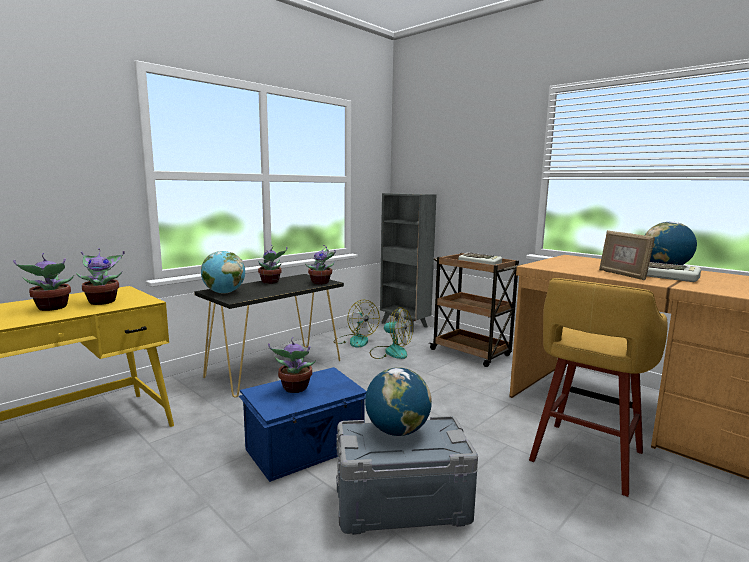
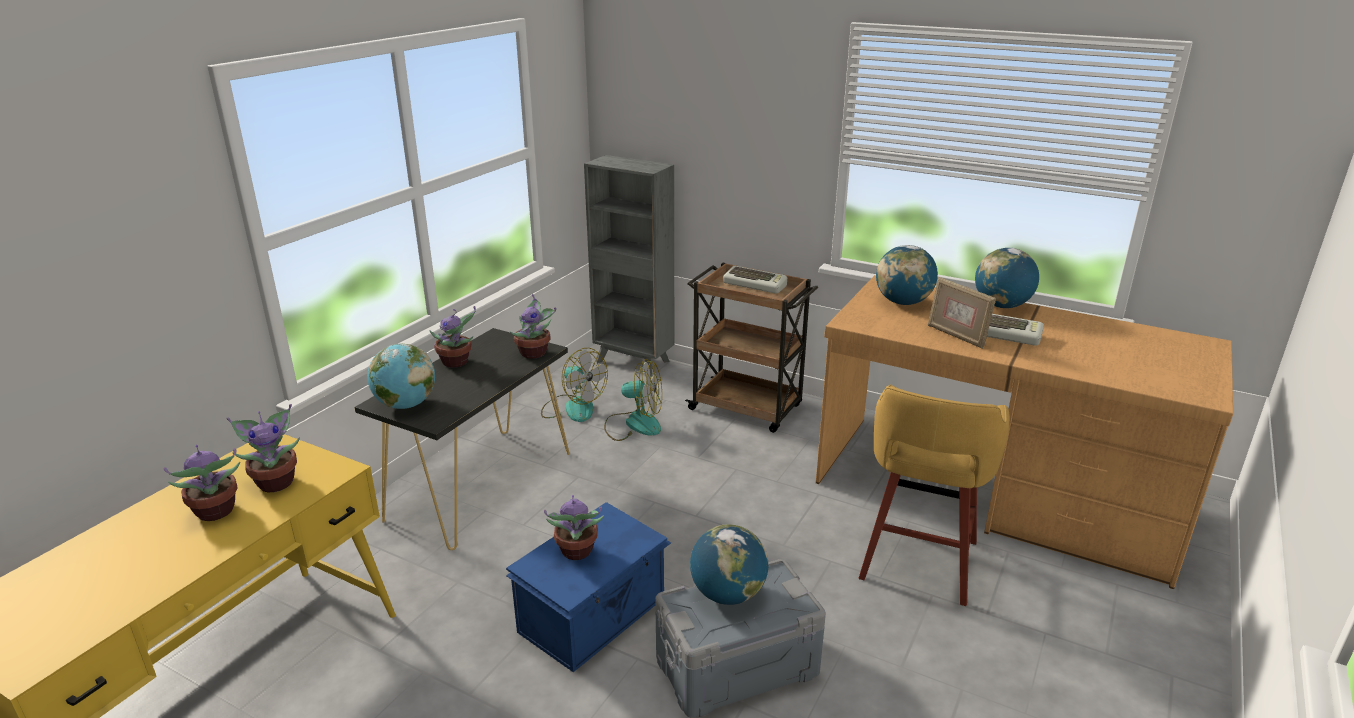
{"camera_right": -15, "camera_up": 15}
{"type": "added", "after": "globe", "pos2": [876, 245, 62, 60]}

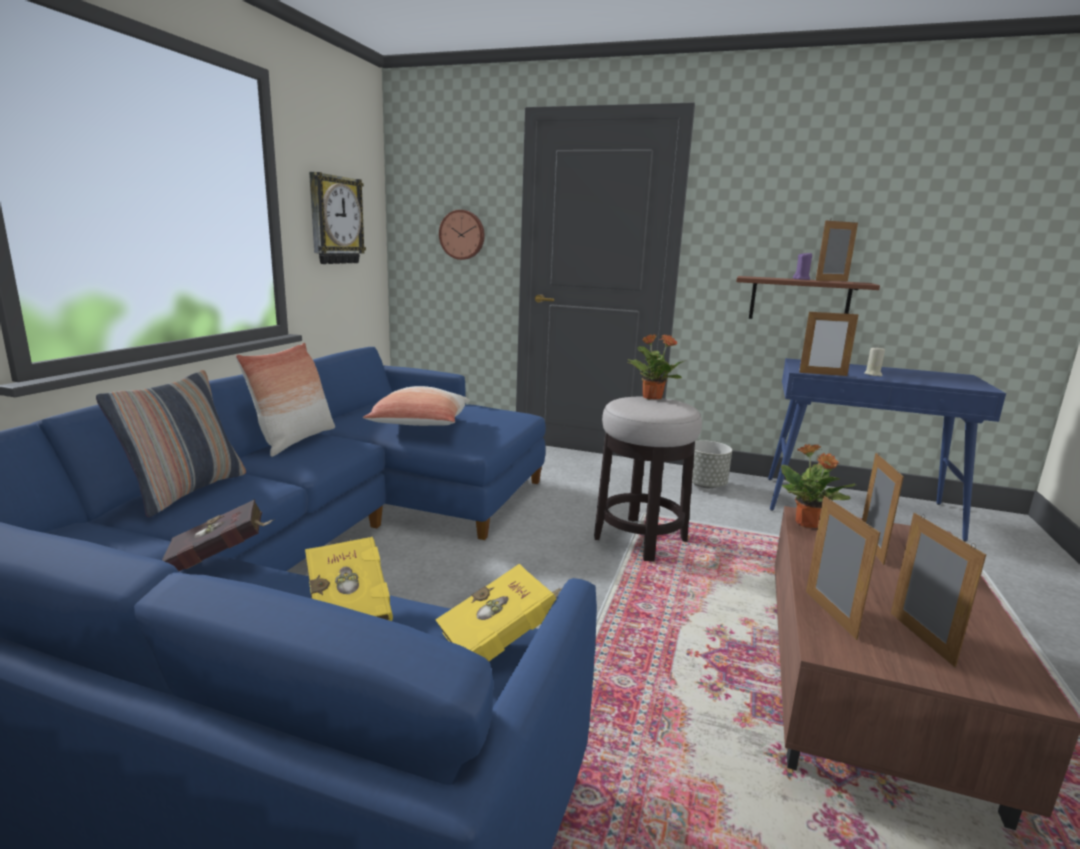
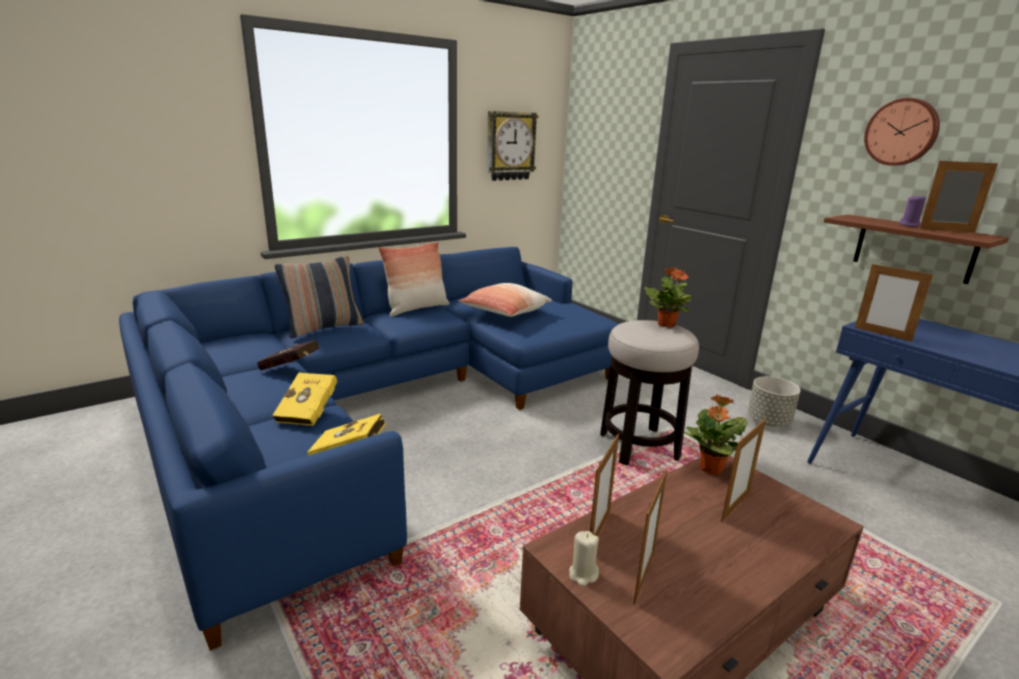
{"camera_right": 35, "camera_up": 5}
{"type": "moved", "before": "beige candle", "pos1": [864, 346, 21, 30], "pos2": [569, 531, 30, 56]}
{"type": "moved", "before": "wall clock", "pos1": [439, 210, 46, 50], "pos2": [864, 98, 76, 68]}

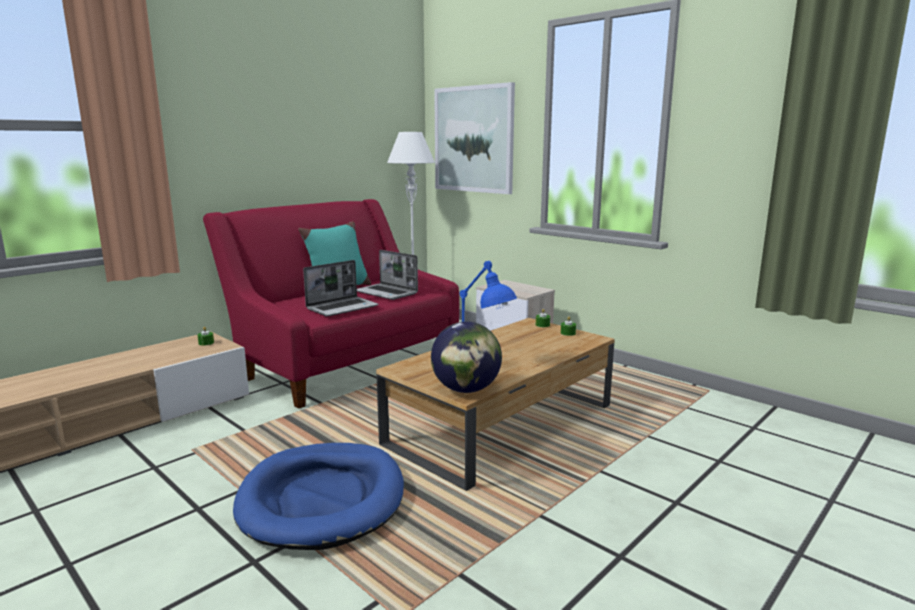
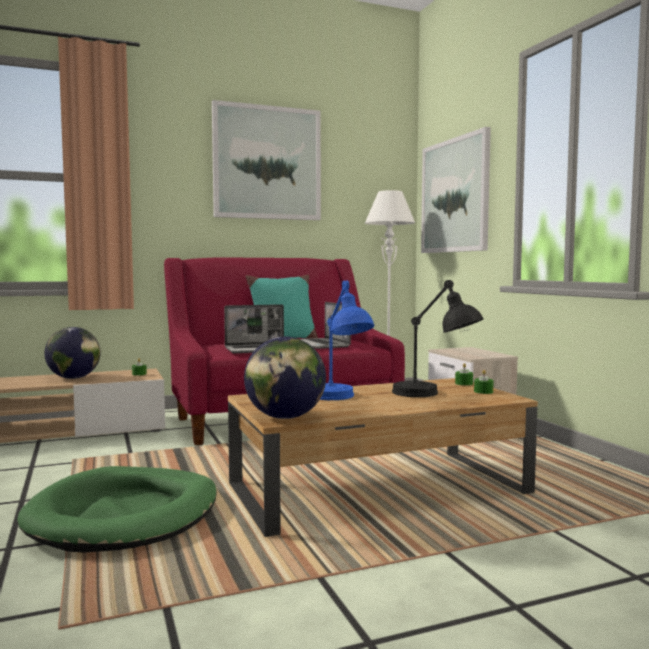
{"camera_right": 25, "camera_up": -10}
{"type": "recoloured", "before": "blue dog bed", "after": "green dog bed", "pos1": [233, 443, 171, 107], "pos2": [17, 466, 200, 87]}
{"type": "added", "after": "globe", "pos2": [44, 327, 57, 52]}
{"type": "added", "after": "picture", "pos2": [212, 100, 109, 120]}
{"type": "added", "after": "black table lamp", "pos2": [392, 280, 92, 117]}

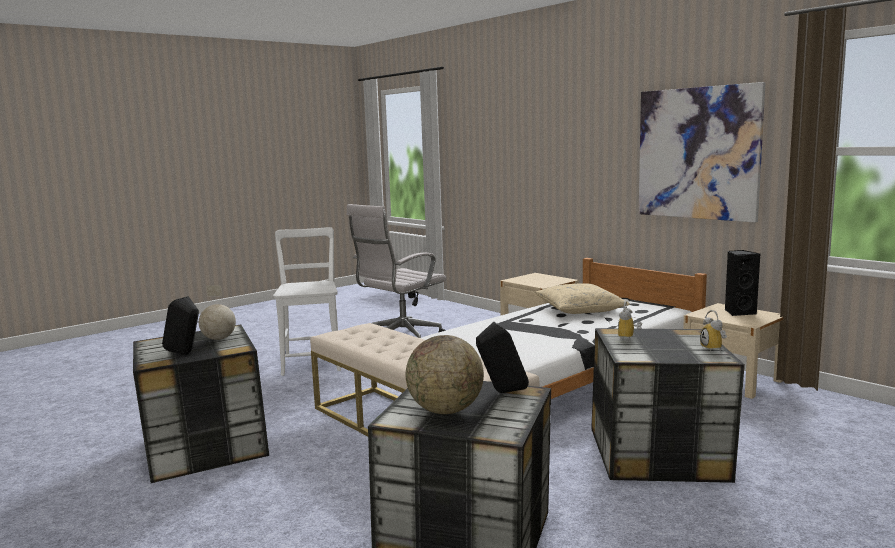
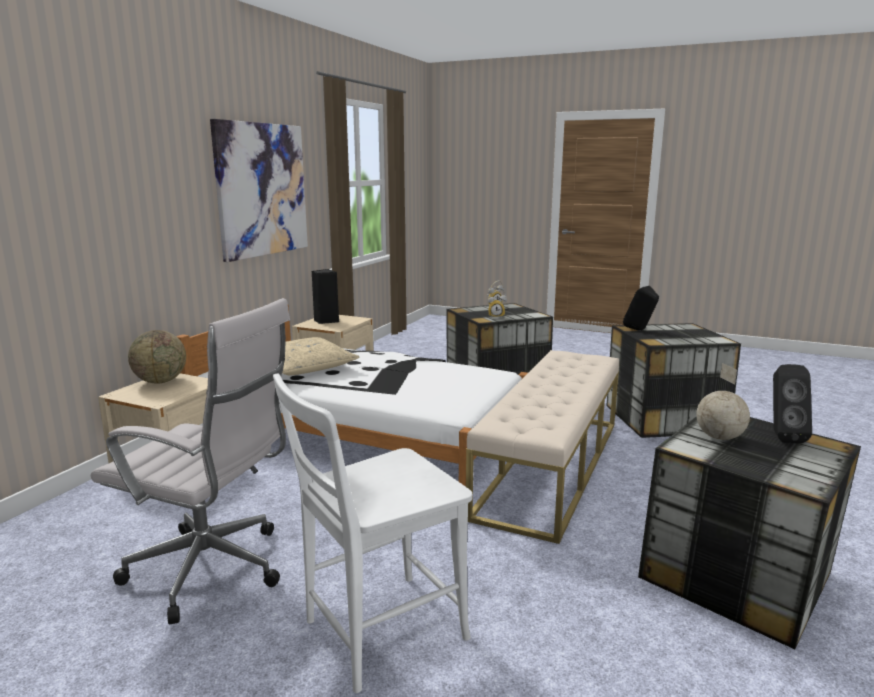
{"camera_right": -115, "camera_up": 5}
{"type": "moved", "before": "globe", "pos1": [406, 335, 78, 79], "pos2": [128, 330, 58, 54]}

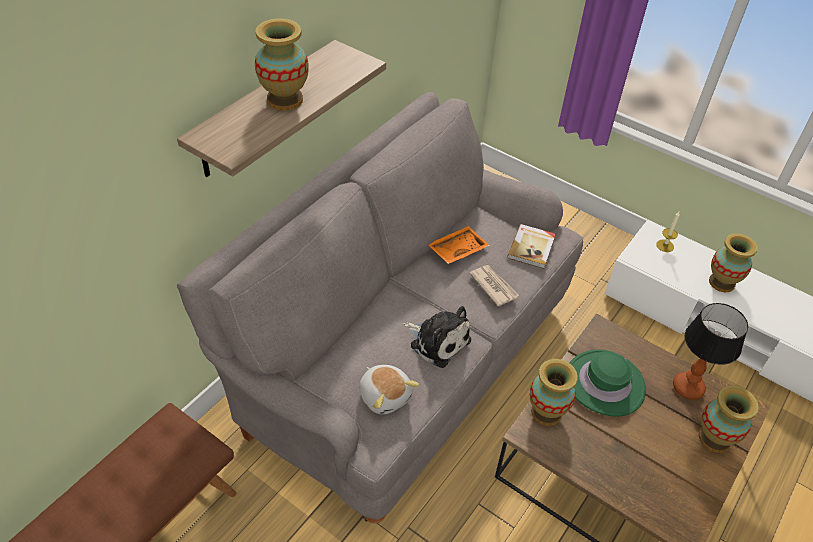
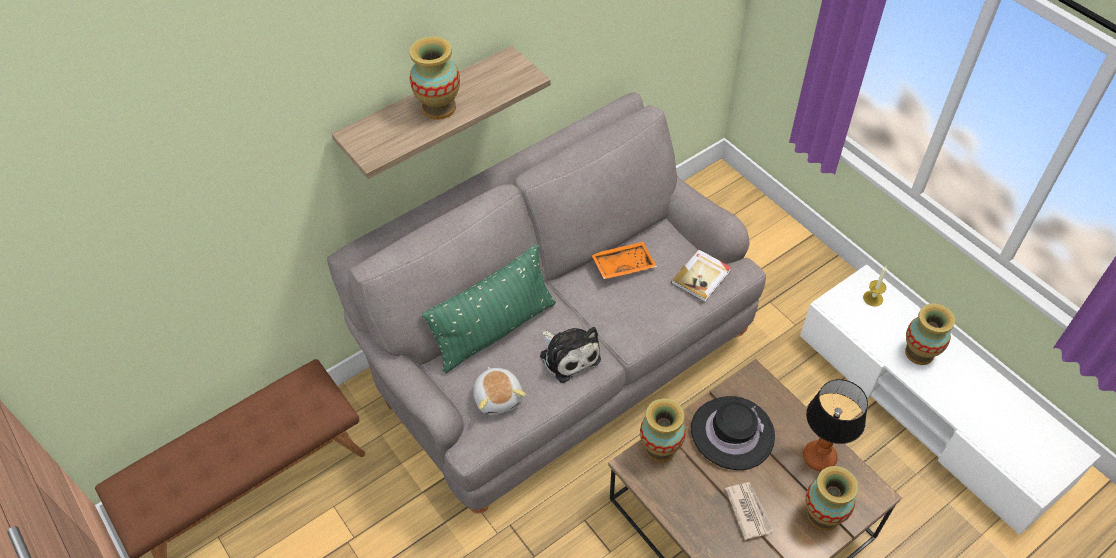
{"camera_right": 20, "camera_up": 5}
{"type": "added", "after": "green pillow", "pos2": [422, 244, 134, 129]}
{"type": "recoloured", "before": "green hat", "after": "black hat", "pos1": [569, 350, 77, 67], "pos2": [691, 396, 84, 74]}
{"type": "moved", "before": "newspaper", "pos1": [470, 265, 49, 42], "pos2": [725, 482, 49, 58]}

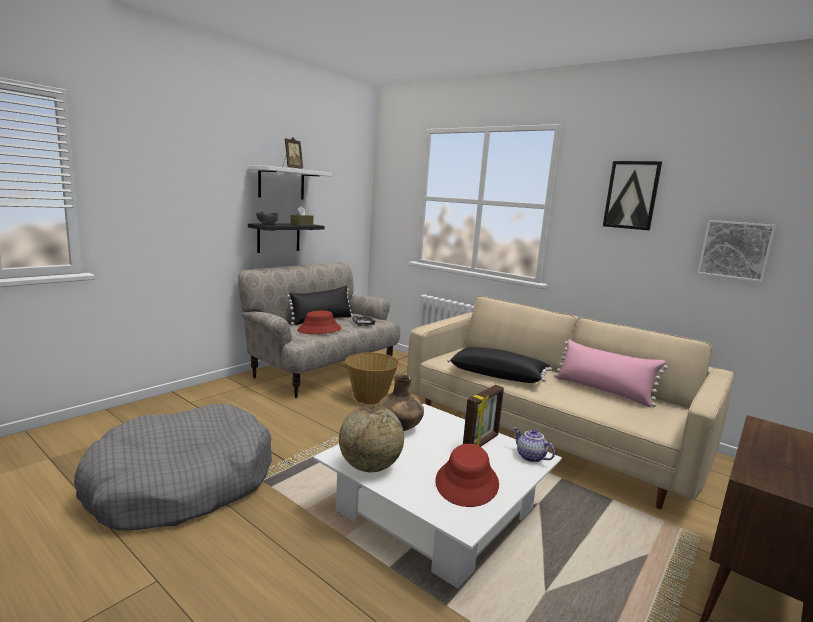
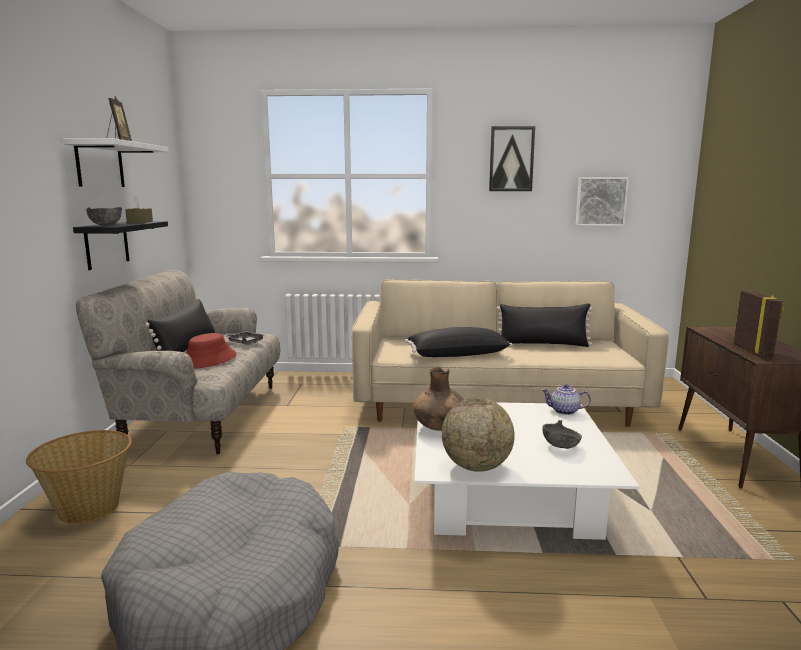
{"camera_right": -35, "camera_up": 0}
{"type": "moved", "before": "basket", "pos1": [345, 353, 54, 51], "pos2": [26, 430, 106, 94]}
{"type": "recoloured", "before": "pink pillow", "after": "black pillow", "pos1": [554, 339, 114, 68], "pos2": [497, 303, 96, 44]}
{"type": "replaced", "before": "red hat", "after": "grey bowl", "pos1": [435, 444, 64, 63], "pos2": [542, 420, 40, 29]}
{"type": "moved", "before": "picture frame", "pos1": [463, 385, 41, 62], "pos2": [733, 290, 51, 69]}

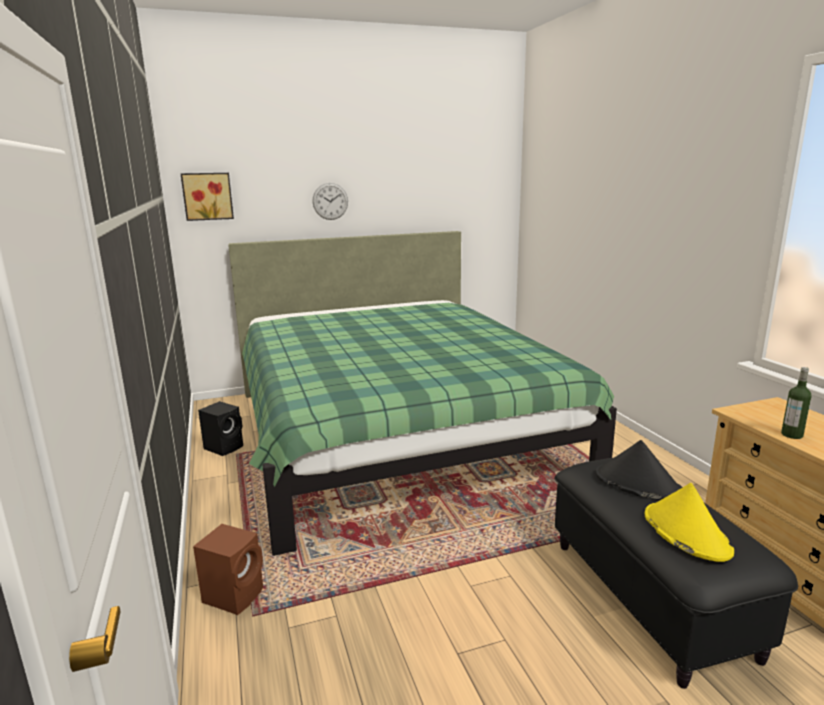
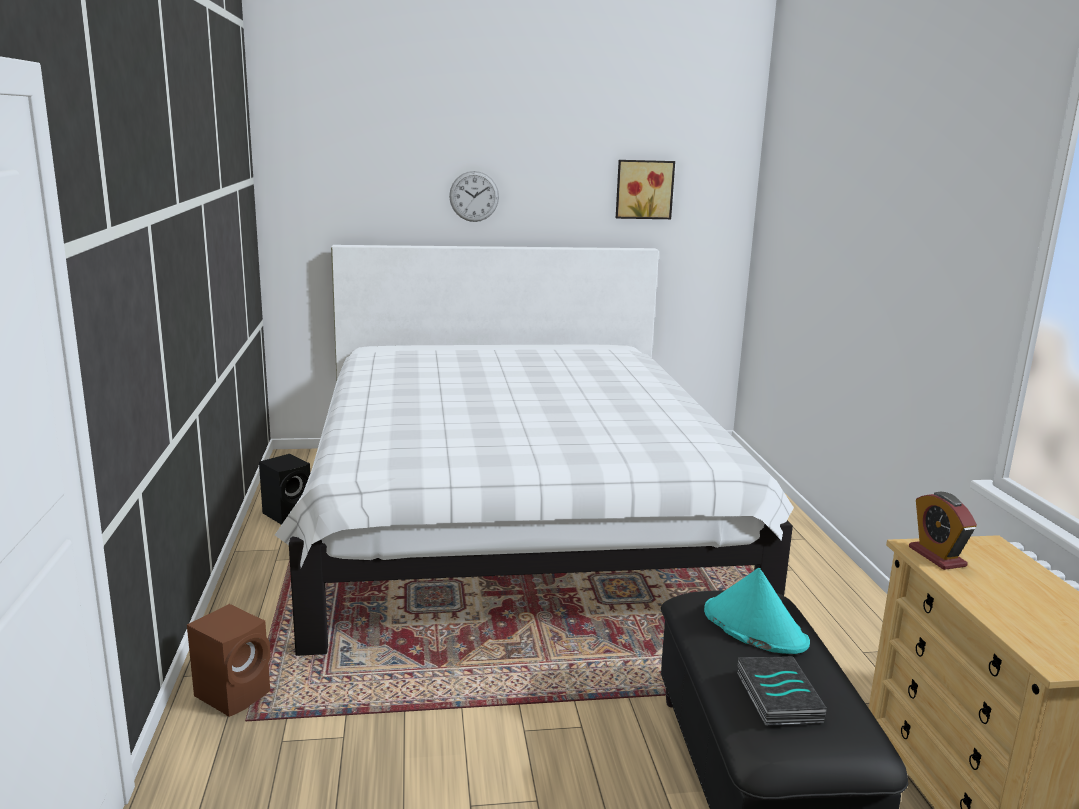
{"camera_right": 10, "camera_up": 0}
{"type": "recoloured", "before": "green bed", "after": "white bed", "pos1": [228, 231, 389, 325], "pos2": [275, 245, 519, 411]}
{"type": "moved", "before": "picture", "pos1": [180, 173, 54, 48], "pos2": [616, 160, 59, 59]}
{"type": "recoloured", "before": "black hat", "after": "turquoise hat", "pos1": [596, 440, 87, 60], "pos2": [704, 568, 106, 86]}
{"type": "replaced", "before": "yellow hat", "after": "book", "pos1": [645, 483, 89, 79], "pos2": [737, 656, 90, 69]}
{"type": "added", "after": "alarm clock", "pos2": [909, 492, 68, 78]}
{"type": "removed", "before": "bottle", "pos1": [781, 367, 31, 72]}

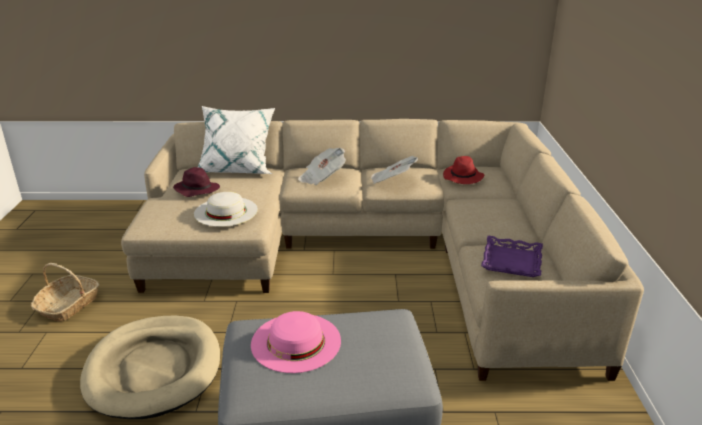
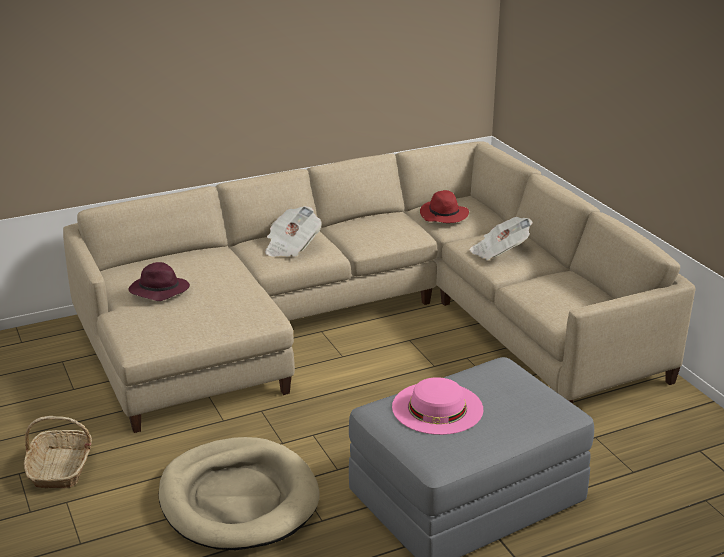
{"camera_right": -25, "camera_up": 0}
{"type": "moved", "before": "newspaper", "pos1": [371, 156, 47, 28], "pos2": [469, 217, 64, 43]}
{"type": "removed", "before": "white hat", "pos1": [194, 192, 64, 35]}
{"type": "removed", "before": "white pillow", "pos1": [198, 106, 77, 68]}
{"type": "removed", "before": "purple tray", "pos1": [481, 236, 62, 41]}

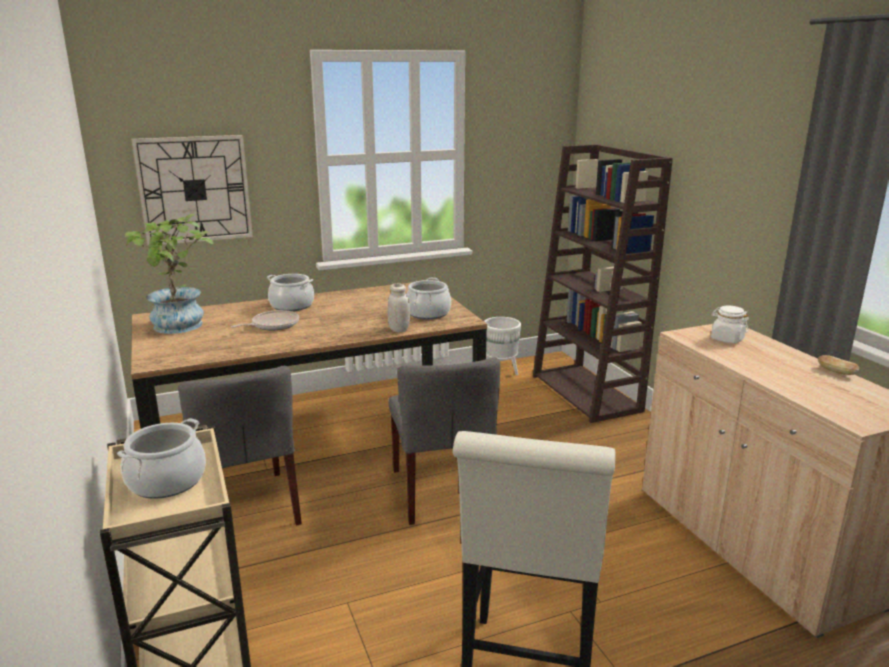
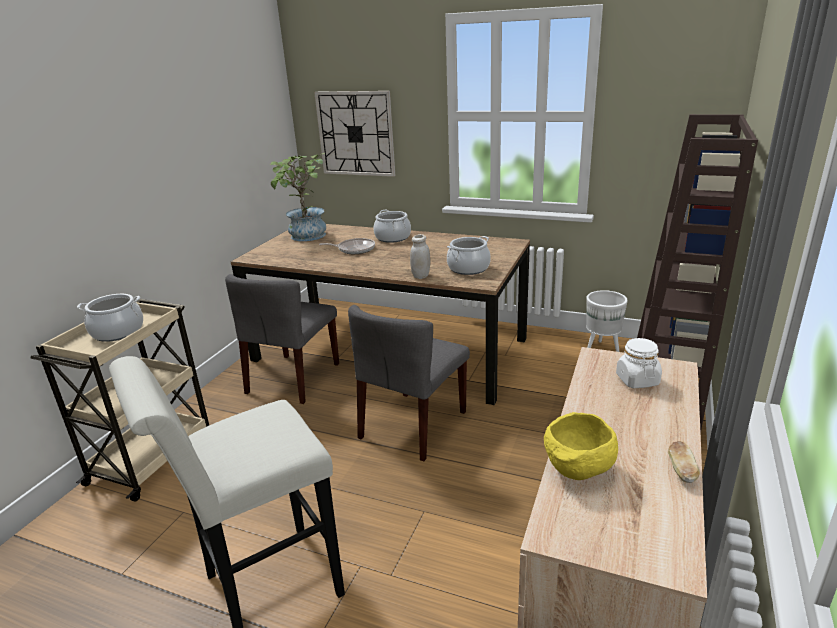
{"camera_right": 45, "camera_up": 5}
{"type": "added", "after": "yellow bowl", "pos2": [544, 412, 74, 68]}

